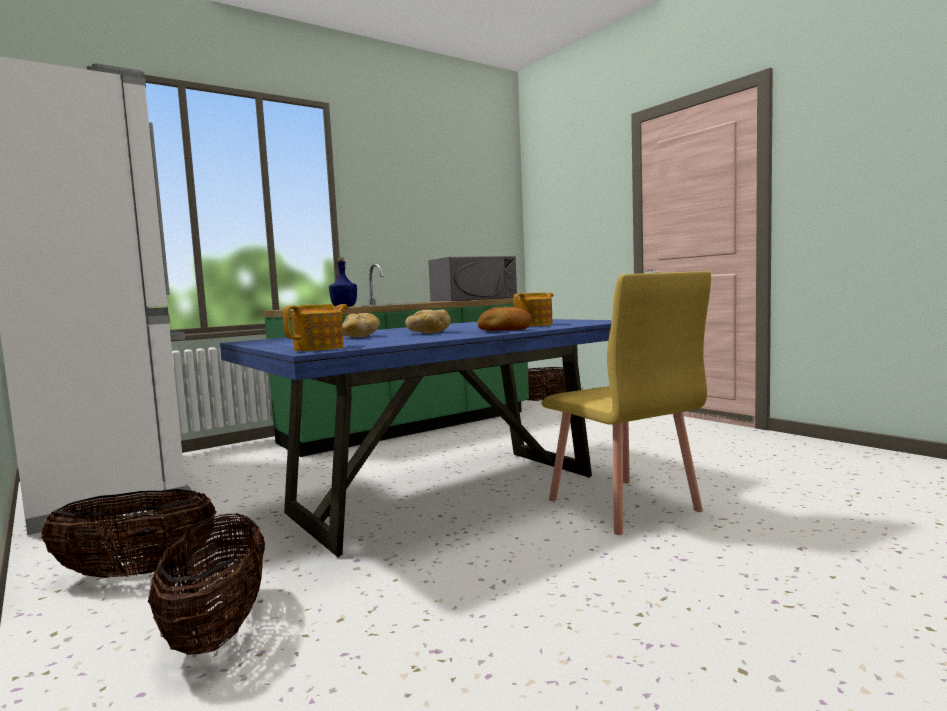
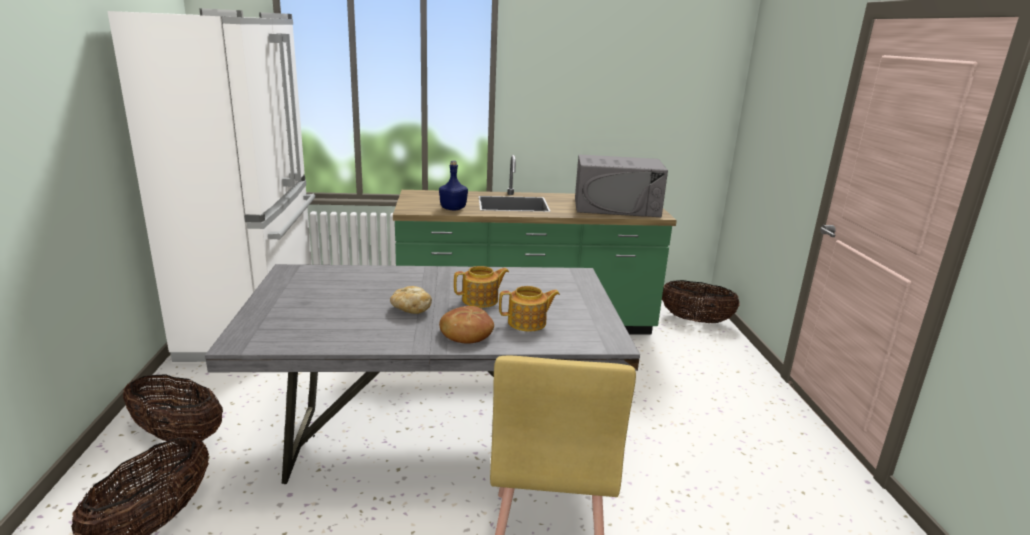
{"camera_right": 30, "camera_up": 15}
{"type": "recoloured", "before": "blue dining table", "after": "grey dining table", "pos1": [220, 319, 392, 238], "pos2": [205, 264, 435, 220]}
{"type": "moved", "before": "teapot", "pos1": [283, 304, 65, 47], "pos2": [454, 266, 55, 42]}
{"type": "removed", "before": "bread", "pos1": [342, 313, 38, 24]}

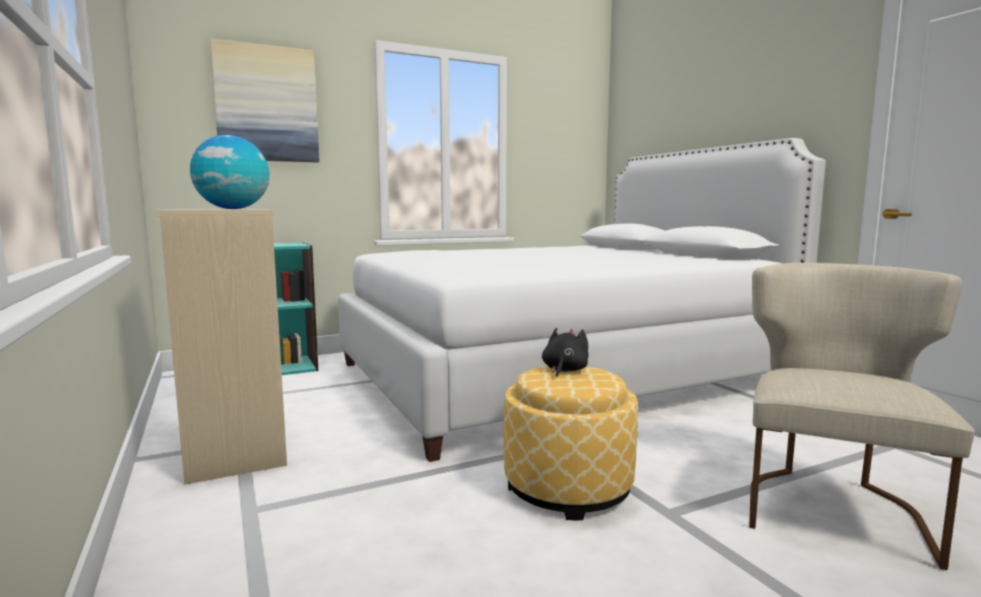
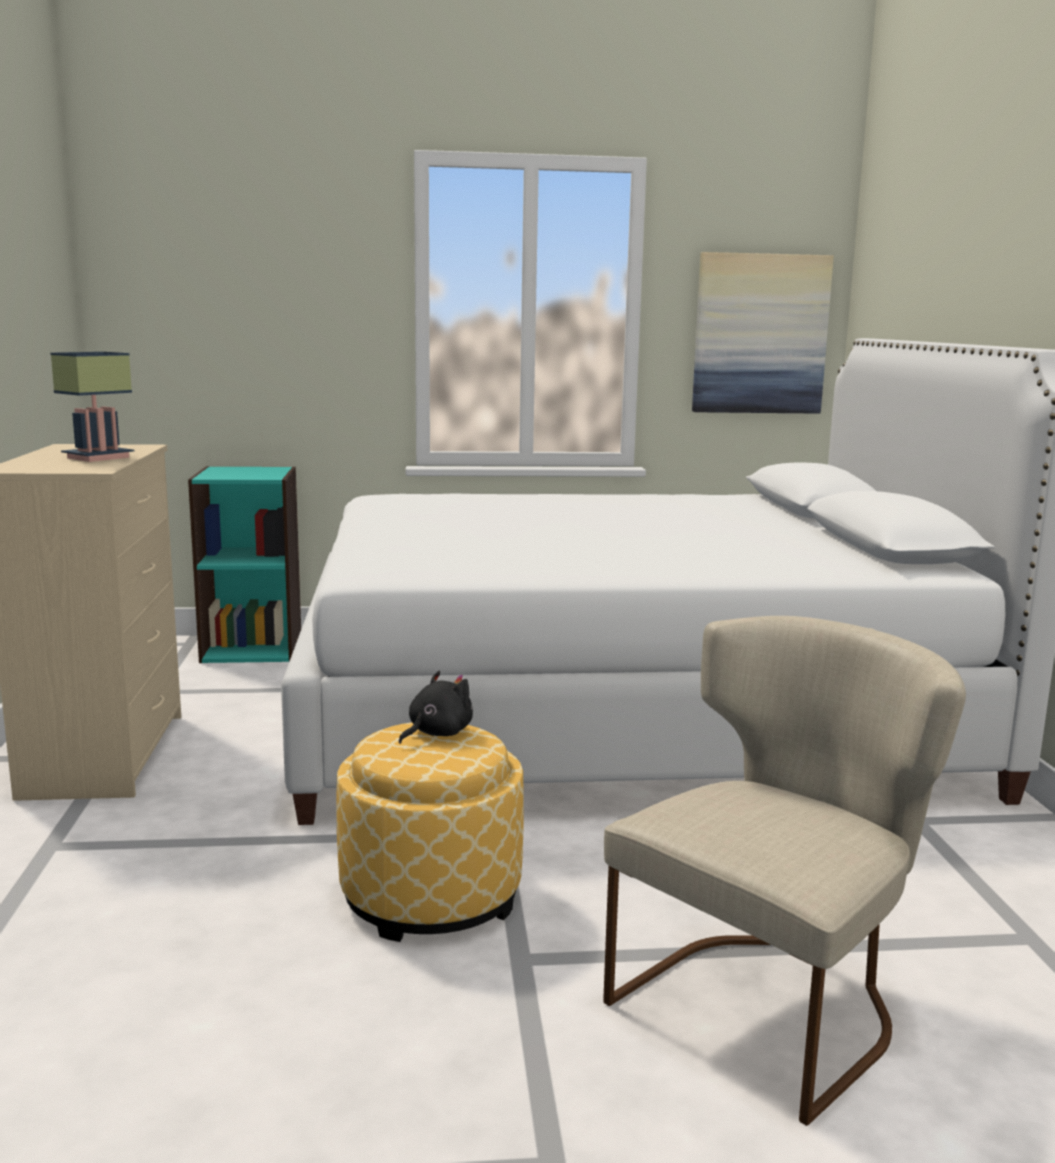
{"camera_right": 20, "camera_up": 5}
{"type": "replaced", "before": "globe", "after": "table lamp", "pos1": [190, 135, 79, 74], "pos2": [50, 352, 85, 110]}
{"type": "moved", "before": "picture", "pos1": [210, 38, 109, 125], "pos2": [692, 252, 142, 162]}

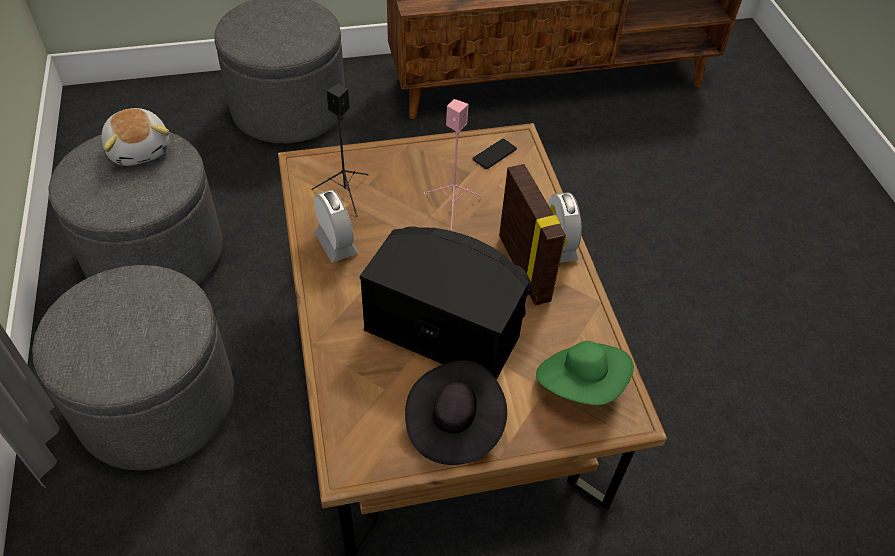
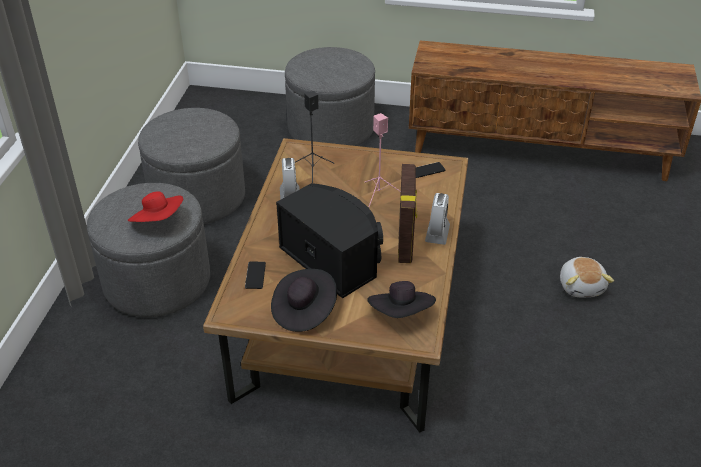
{"camera_right": 25, "camera_up": -10}
{"type": "added", "after": "red hat", "pos2": [128, 192, 55, 30]}
{"type": "added", "after": "phone", "pos2": [245, 262, 21, 27]}
{"type": "recoloured", "before": "green hat", "after": "black hat", "pos1": [536, 341, 98, 64], "pos2": [367, 281, 69, 37]}
{"type": "moved", "before": "plush toy", "pos1": [102, 108, 68, 58], "pos2": [560, 257, 54, 40]}

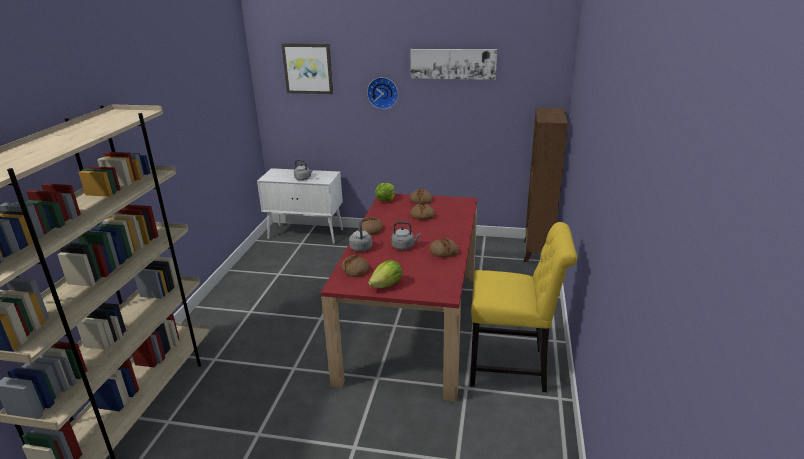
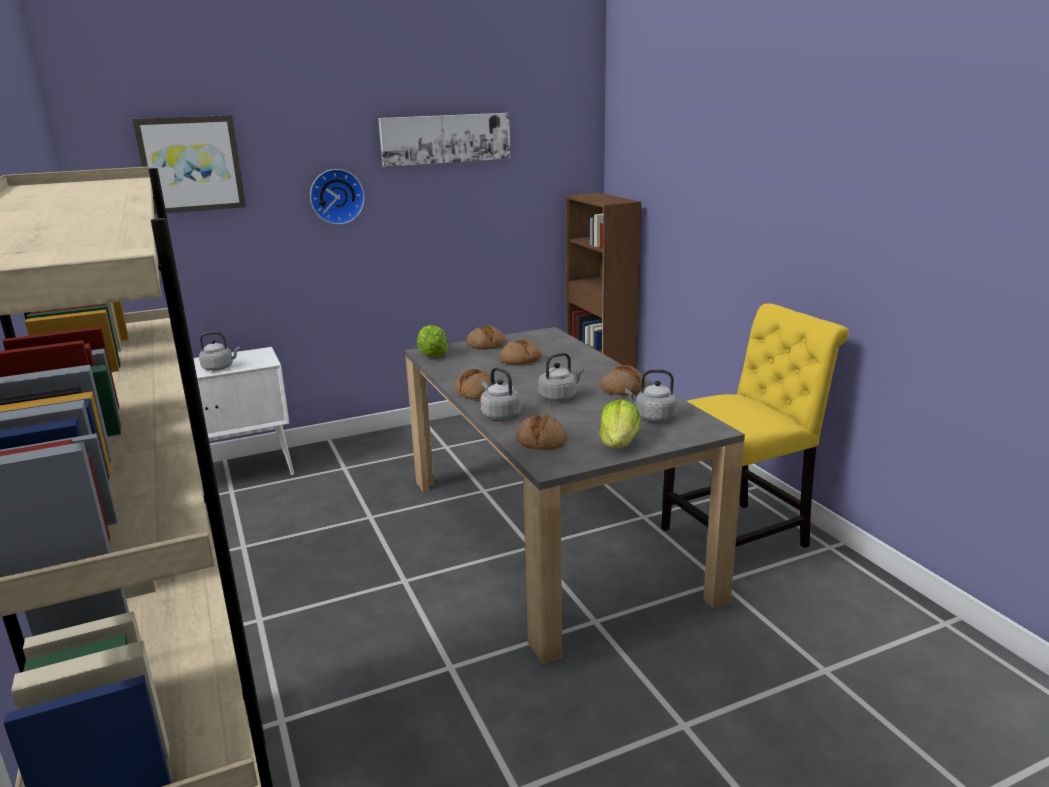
{"camera_right": -35, "camera_up": -5}
{"type": "recoloured", "before": "red dining table", "after": "grey dining table", "pos1": [321, 194, 156, 208], "pos2": [405, 327, 340, 337]}
{"type": "added", "after": "grey kettle", "pos2": [625, 369, 53, 53]}

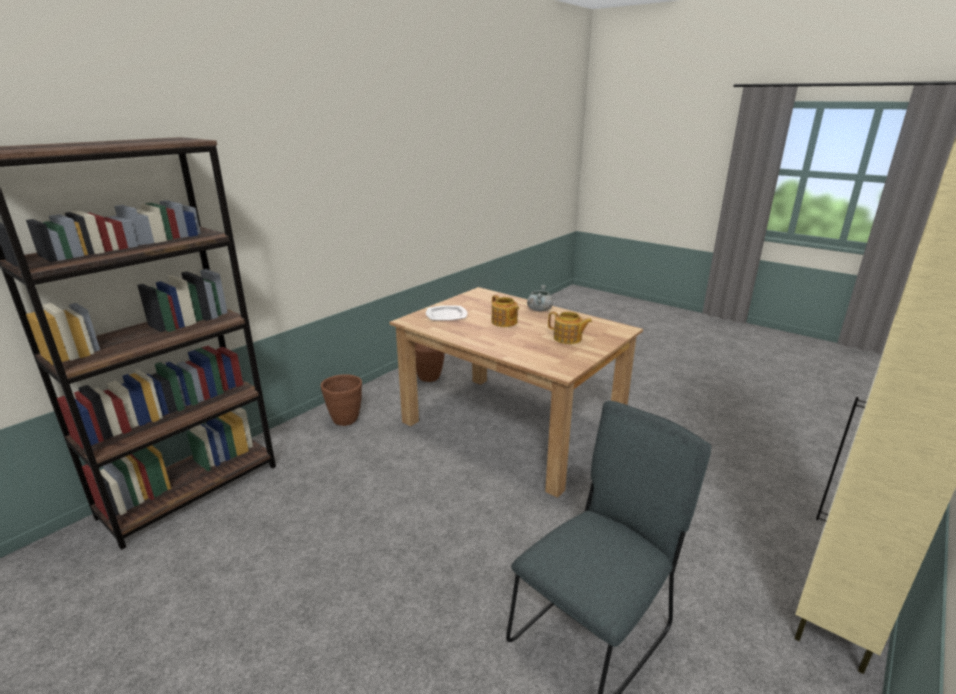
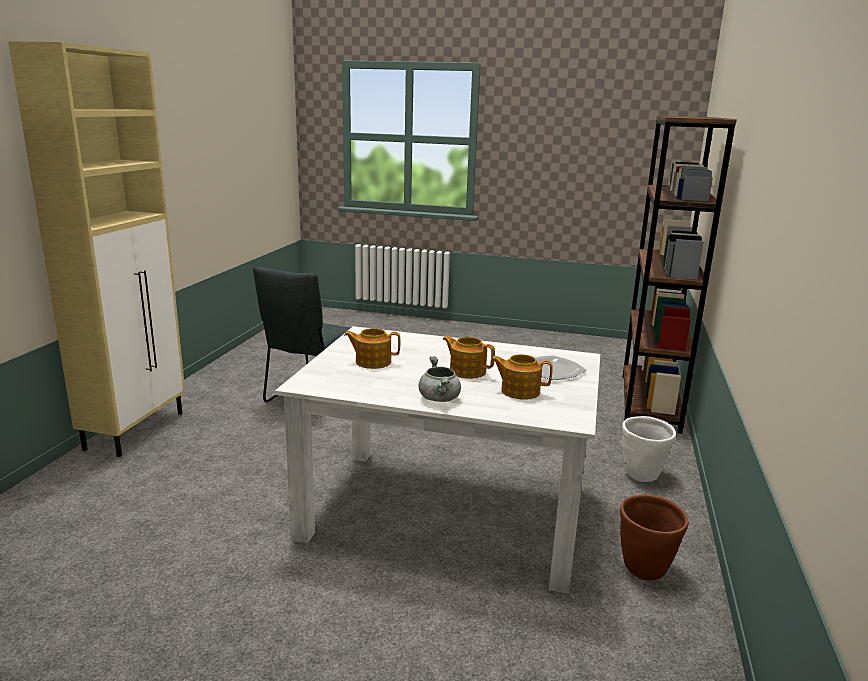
{"camera_right": 155, "camera_up": -5}
{"type": "recoloured", "before": "brown dining table", "after": "white dining table", "pos1": [389, 287, 254, 211], "pos2": [275, 326, 325, 268]}
{"type": "added", "after": "teapot", "pos2": [490, 354, 63, 46]}
{"type": "recoloured", "before": "brown planter", "after": "white planter", "pos1": [321, 374, 41, 52], "pos2": [622, 416, 54, 66]}

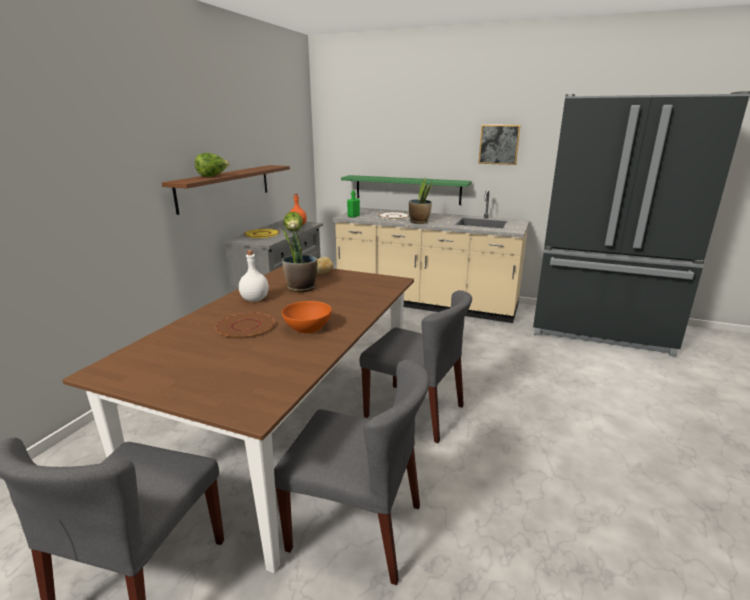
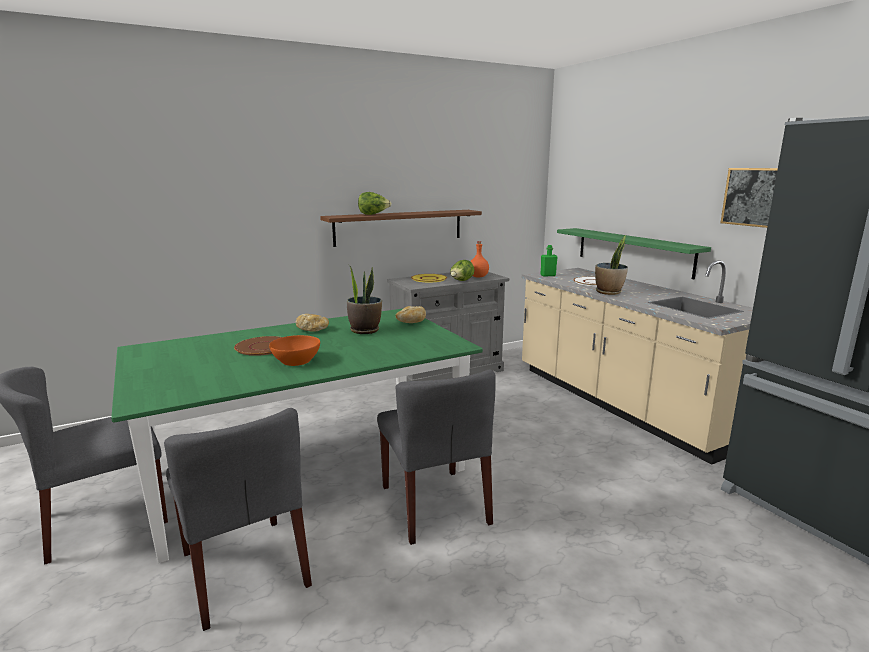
{"camera_right": 40, "camera_up": -5}
{"type": "recoloured", "before": "brown dining table", "after": "green dining table", "pos1": [62, 266, 352, 307], "pos2": [111, 309, 372, 254]}
{"type": "replaced", "before": "white bottle", "after": "bread", "pos1": [239, 250, 30, 52], "pos2": [296, 314, 33, 18]}

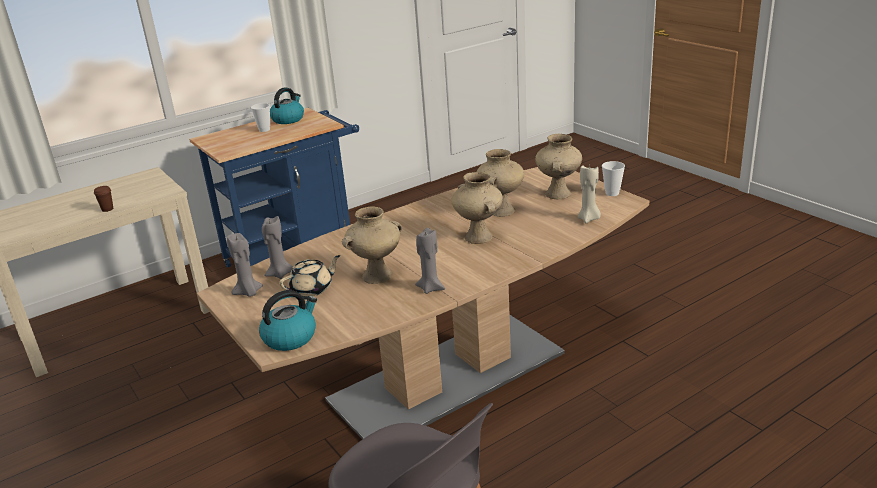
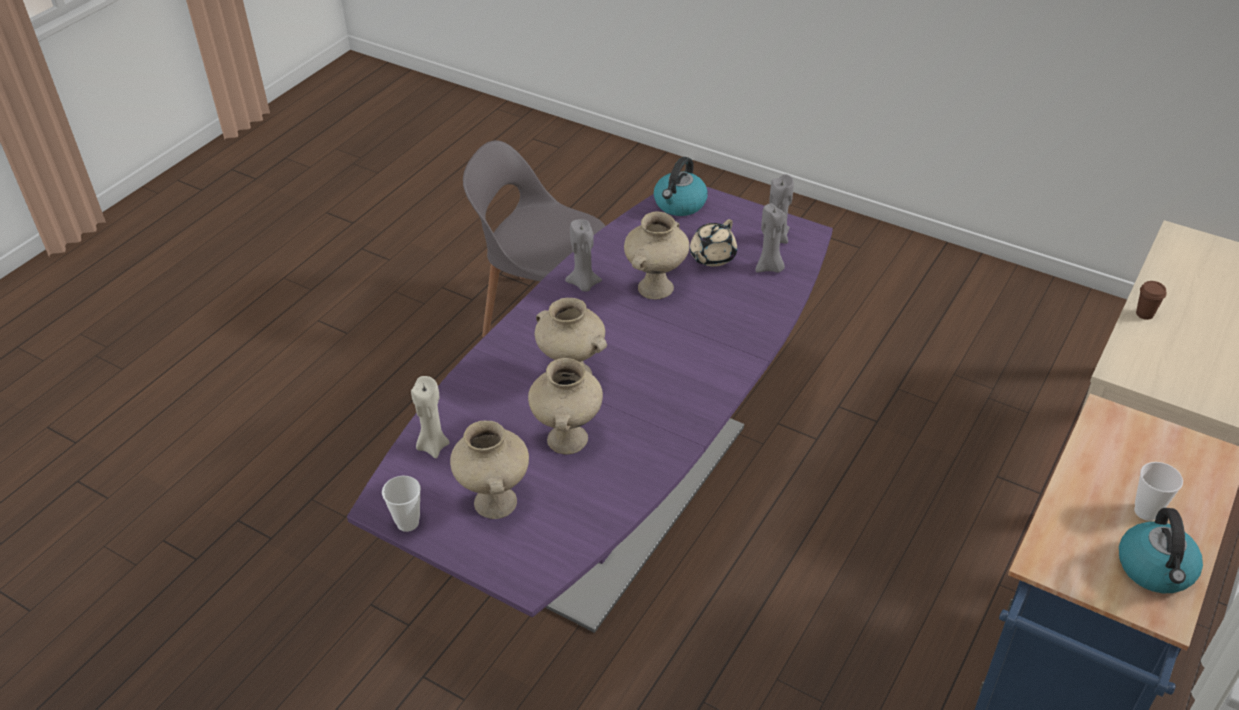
{"camera_right": 155, "camera_up": 15}
{"type": "recoloured", "before": "brown dining table", "after": "purple dining table", "pos1": [197, 167, 452, 272], "pos2": [347, 187, 486, 446]}

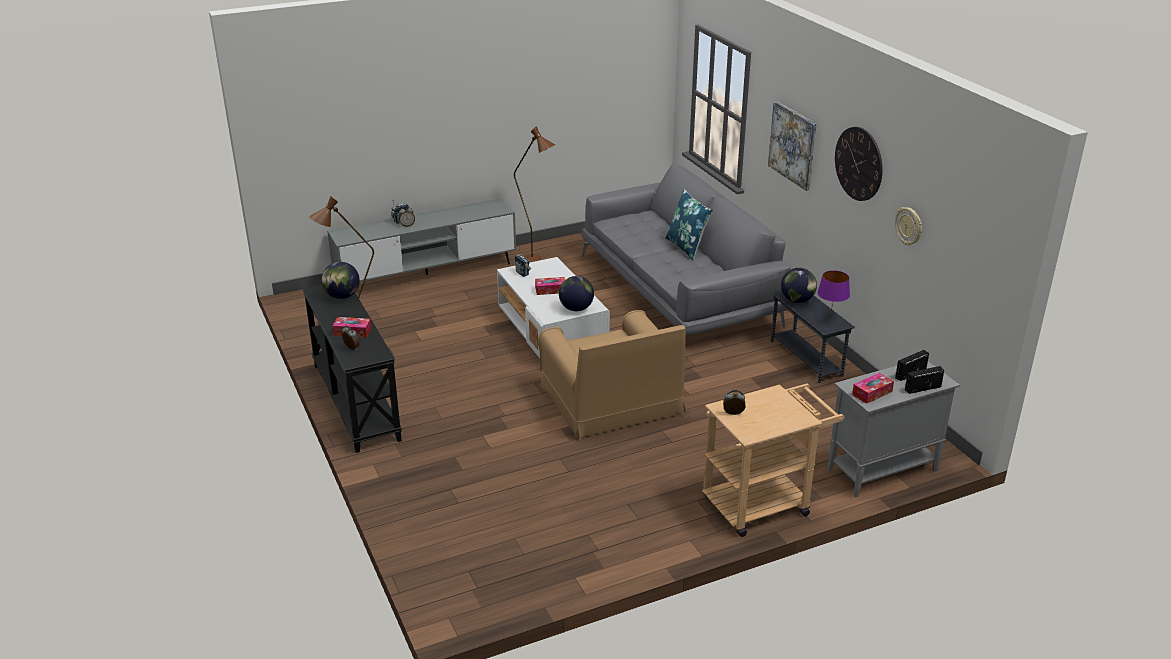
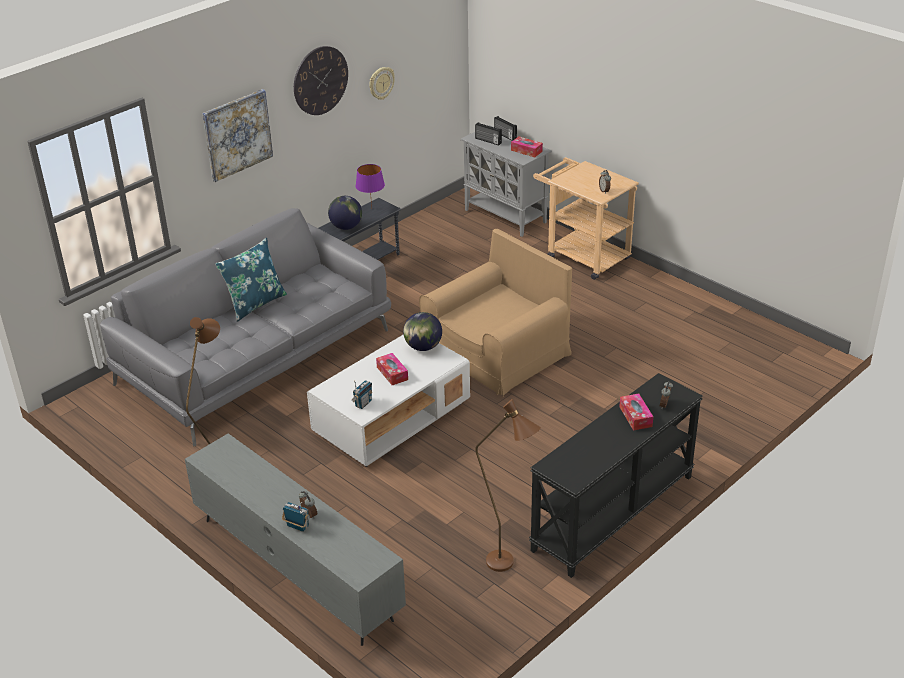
{"camera_right": -110, "camera_up": 5}
{"type": "removed", "before": "globe", "pos1": [322, 262, 38, 37]}

